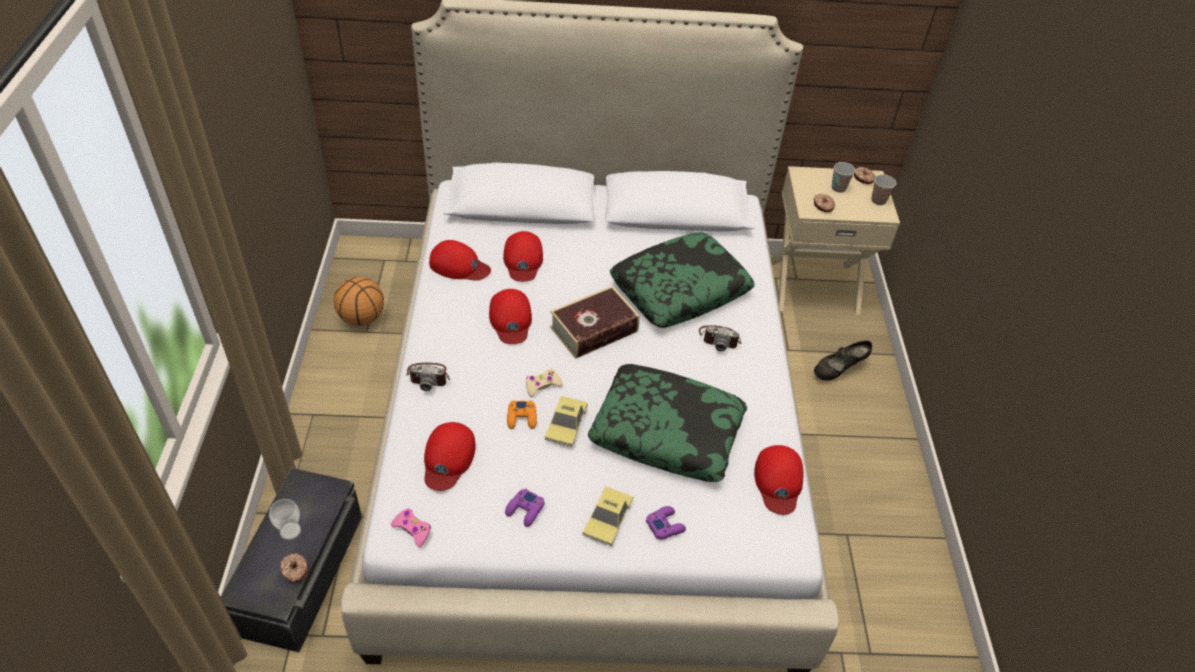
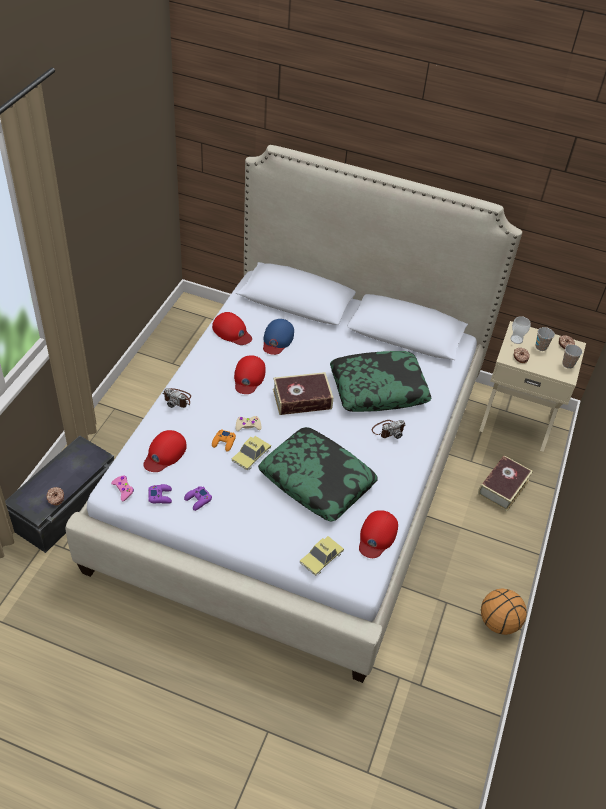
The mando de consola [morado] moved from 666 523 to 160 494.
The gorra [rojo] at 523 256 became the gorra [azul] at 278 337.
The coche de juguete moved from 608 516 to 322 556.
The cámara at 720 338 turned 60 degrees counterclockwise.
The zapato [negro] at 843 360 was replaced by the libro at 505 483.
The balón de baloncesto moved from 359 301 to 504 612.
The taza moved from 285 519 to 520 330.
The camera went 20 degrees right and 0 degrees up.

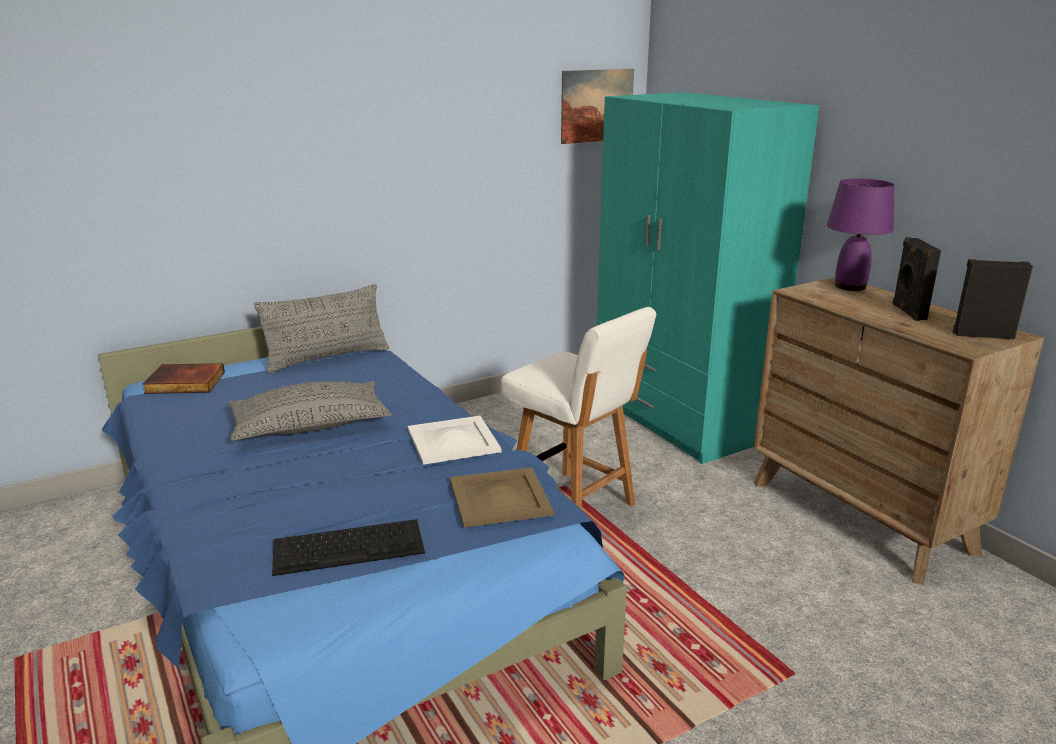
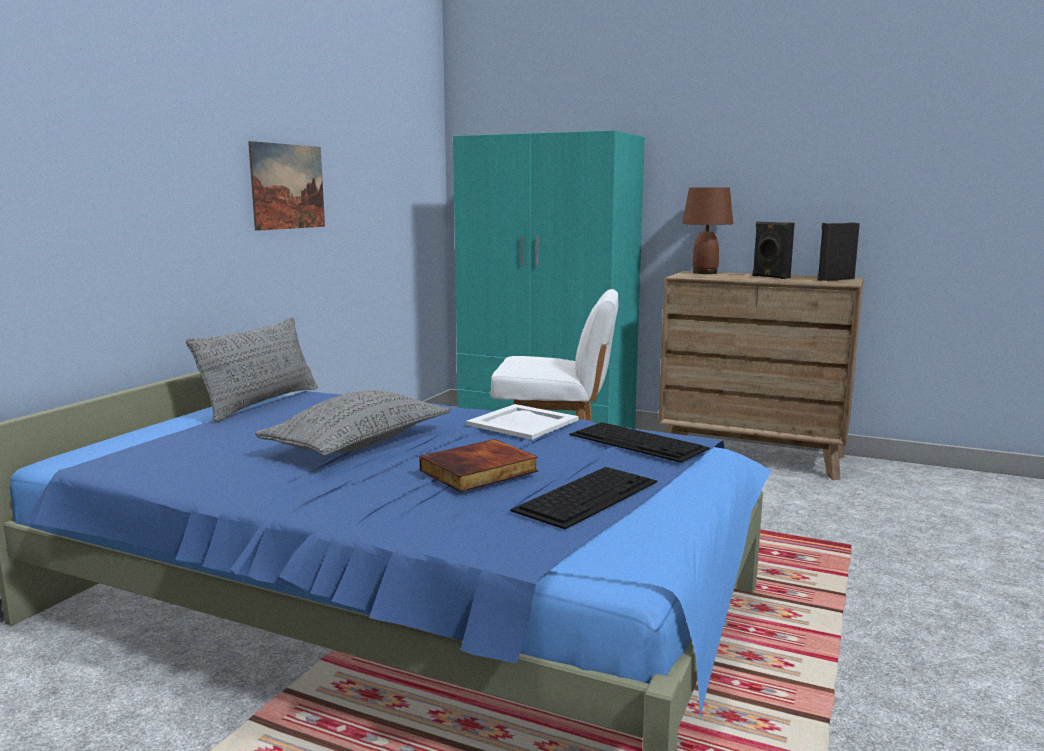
The cuadro moved from 597 106 to 286 186.
The libro moved from 184 378 to 478 465.
The bandeja [beis] at 502 497 was replaced by the teclado at 640 442.
The lámpara de mesa [morado] at 860 235 became the lámpara de mesa [marrón] at 707 230.
The camera went 35 degrees left and 10 degrees down.

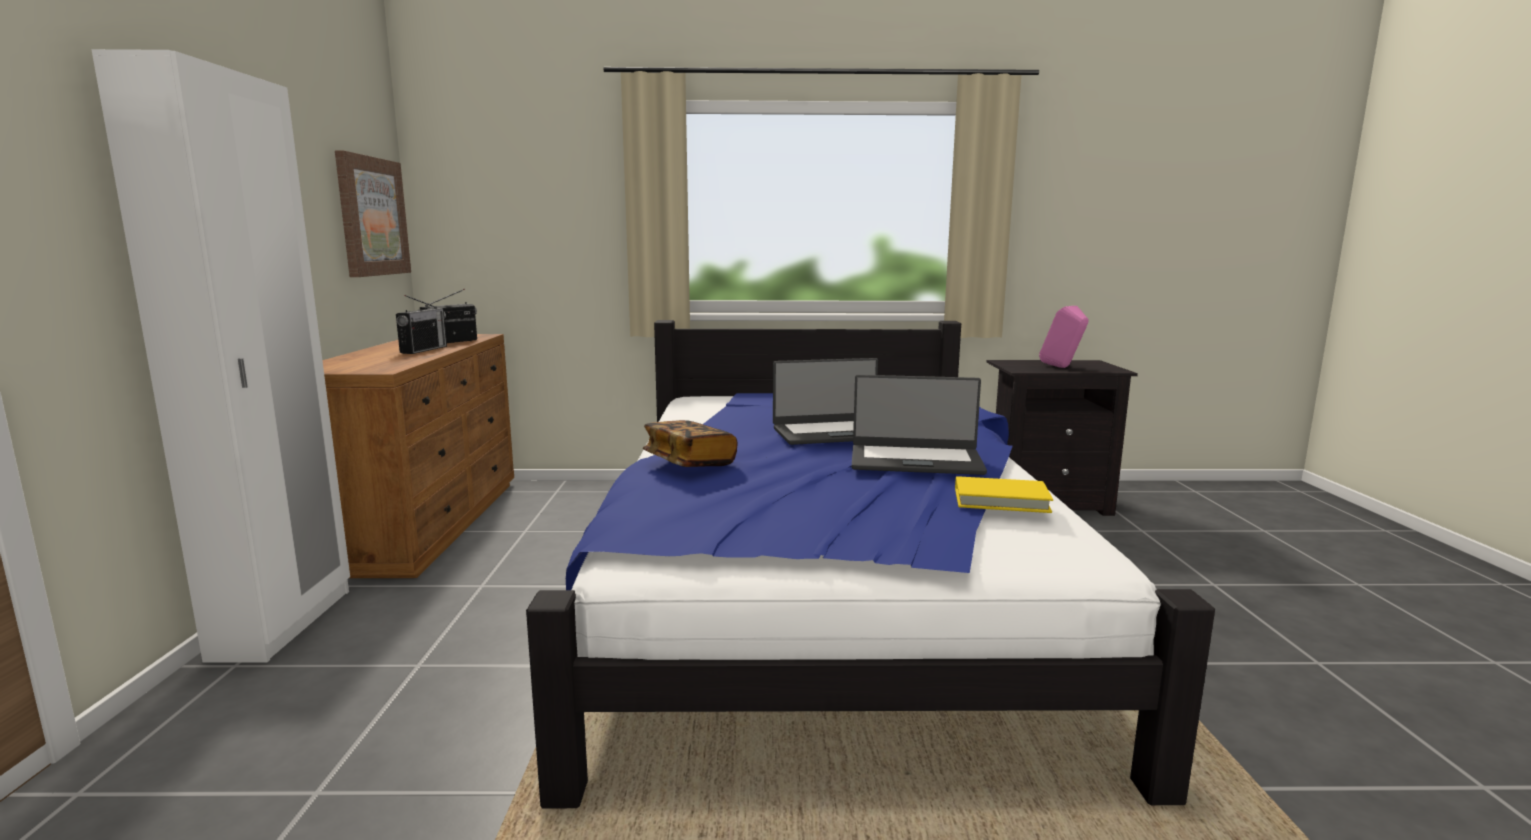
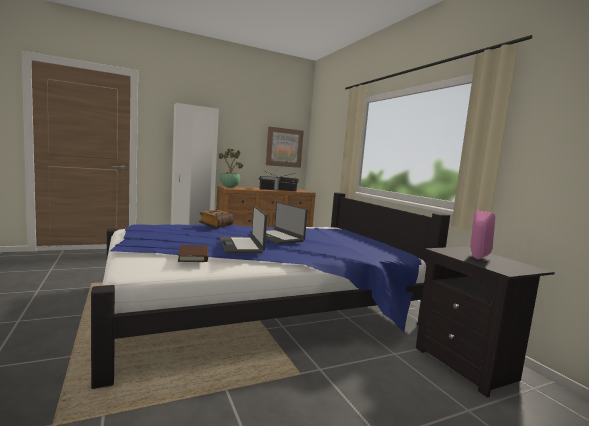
The libro [amarillo] at 1004 494 became the libro [marrón] at 193 253.
The planta en maceta at 231 168 appeared.
The camera went 65 degrees right and 5 degrees down.

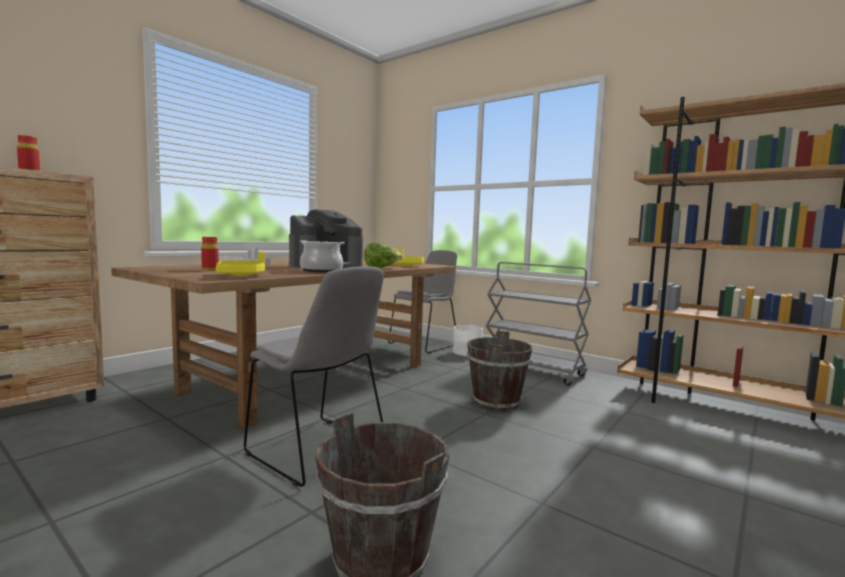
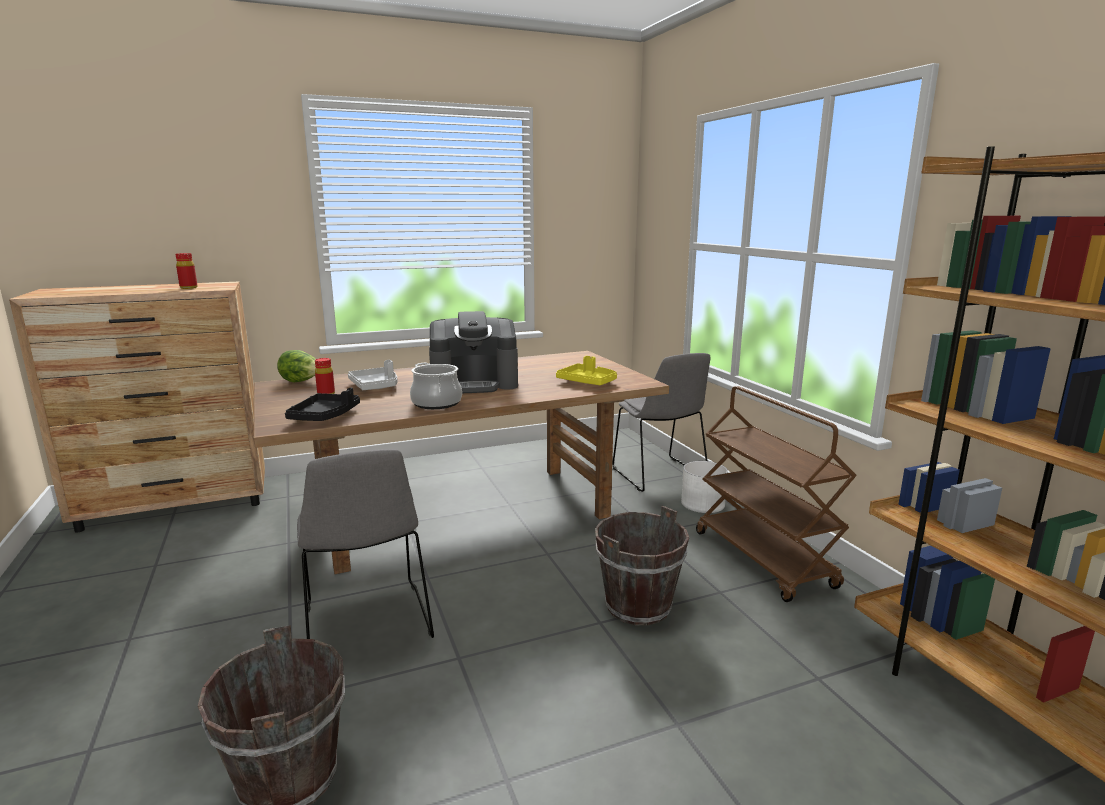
The lechuga moved from 383 255 to 296 366.
The bandeja [amarillo] at 240 264 became the bandeja [negro] at 322 404.
The silla [gris] at 422 301 turned 90 degrees clockwise.
The carrito [gris] at 538 323 became the carrito [marrón] at 776 494.
The camera went 30 degrees right and 10 degrees up.

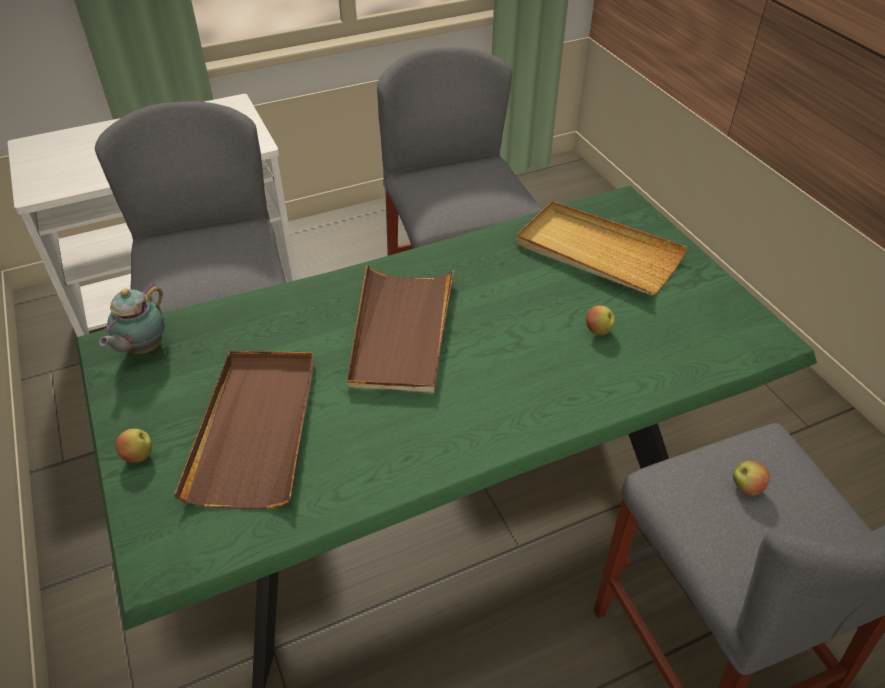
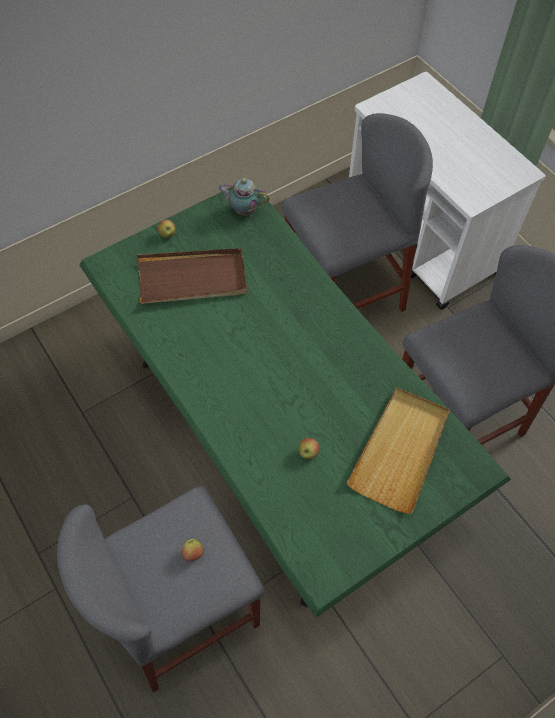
The bandeja [marrón] at 400 328 disappeared.
The camera went 80 degrees right and 15 degrees up.

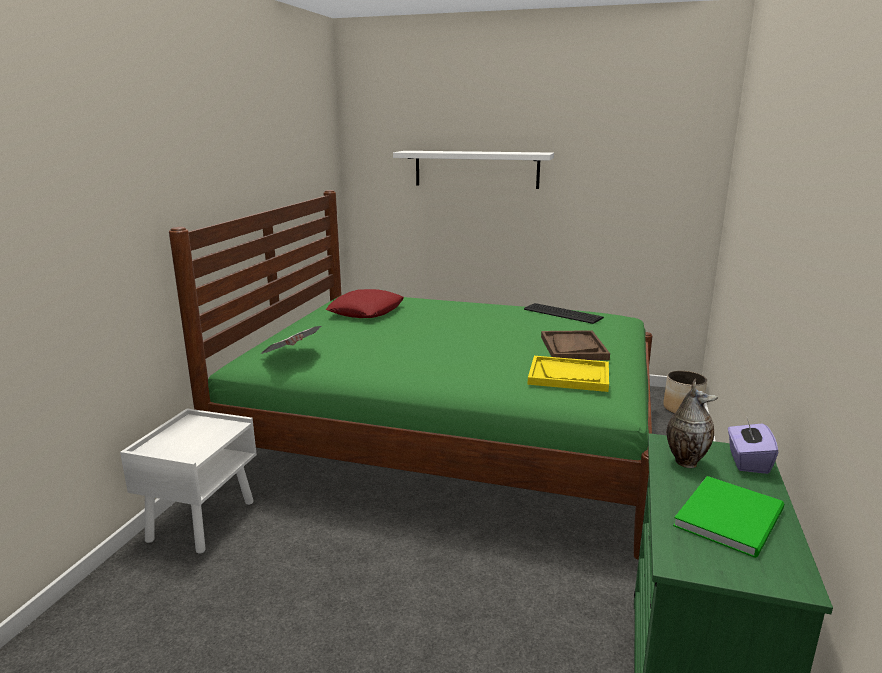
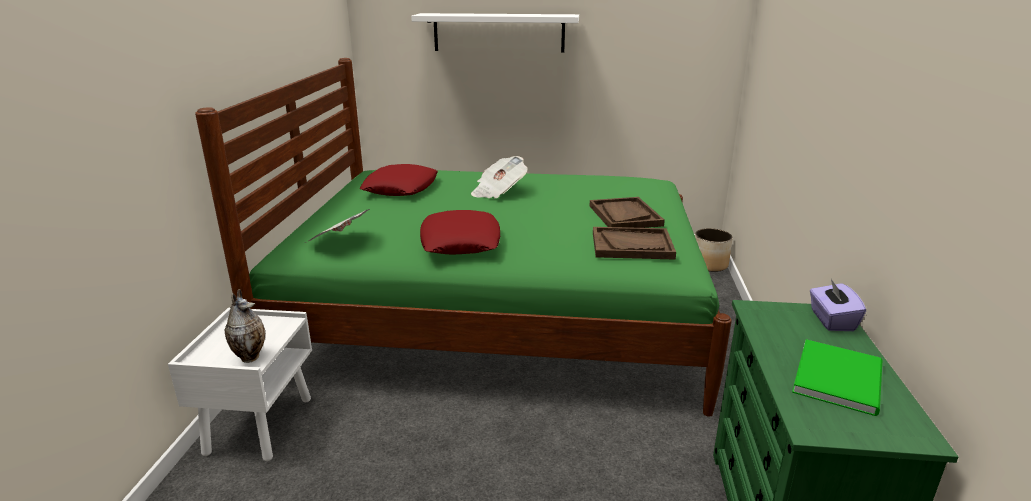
The florero moved from 692 423 to 245 326.
The cojín [rojo] at 460 232 appeared.
The periódico at 499 177 appeared.
The bandeja [amarillo] at 568 374 became the bandeja [marrón] at 634 243.
The teclado at 564 313 disappeared.
The camera went 10 degrees left and 5 degrees up.

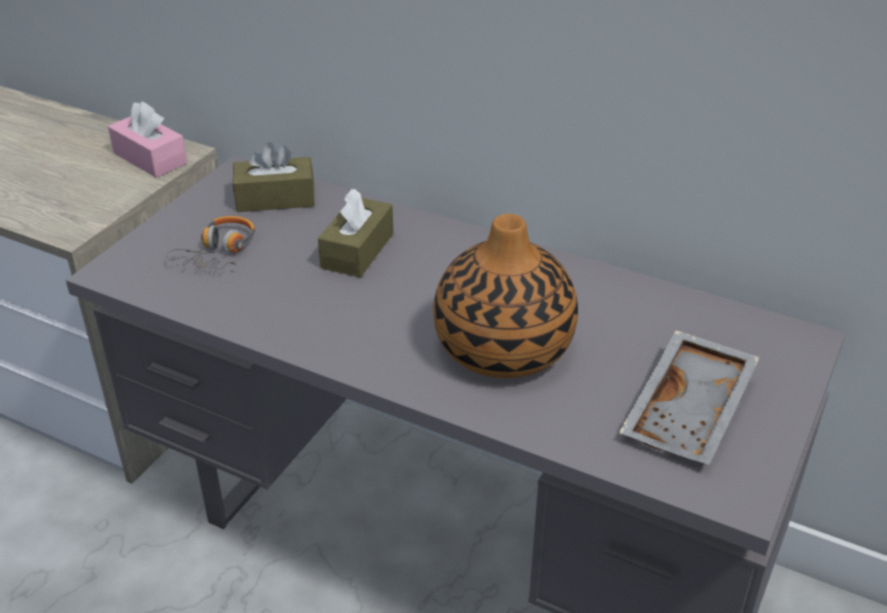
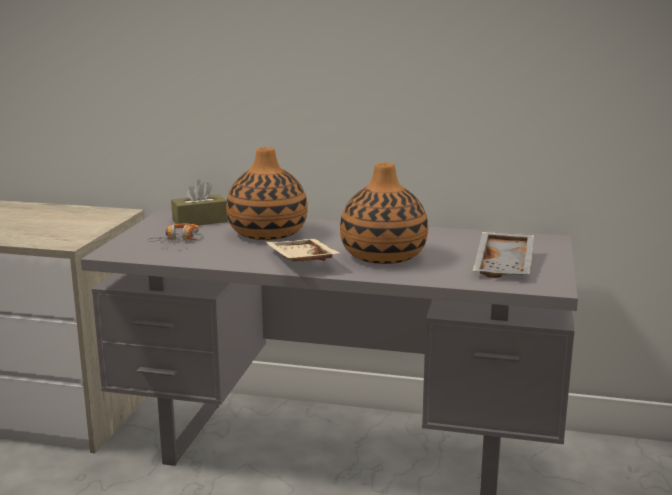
The caja de pañuelos [marrón] at 355 232 was replaced by the florero at 267 193.
The bandeja [beis] at 303 250 appeared.
The caja de pañuelos [rosa] at 147 139 disappeared.
The camera went 15 degrees left and 20 degrees down.

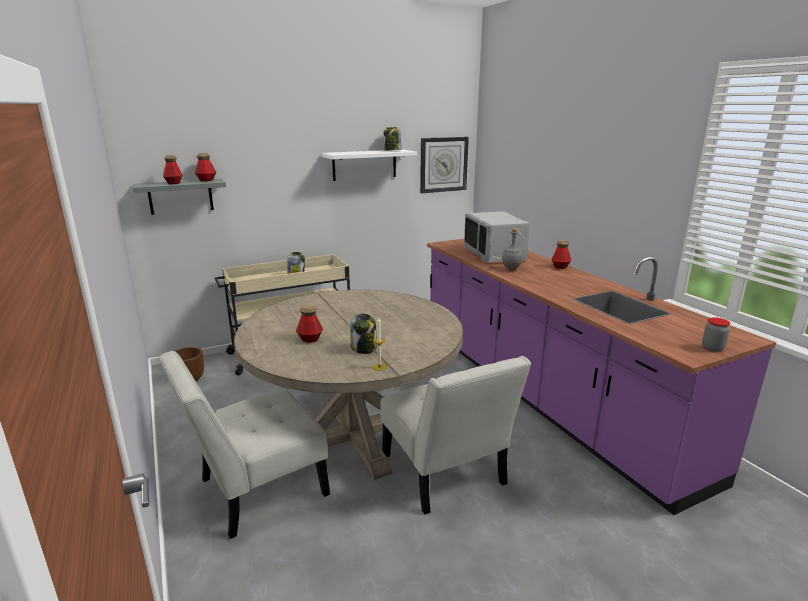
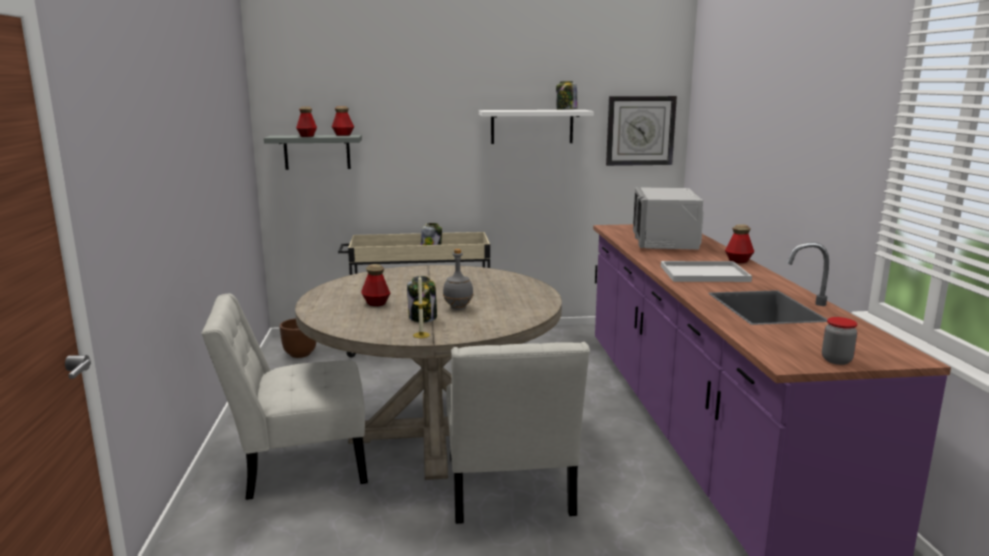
The botella [gris] moved from 512 250 to 458 279.
The bandeja [blanco] at 706 271 appeared.
The camera went 20 degrees right and 5 degrees down.

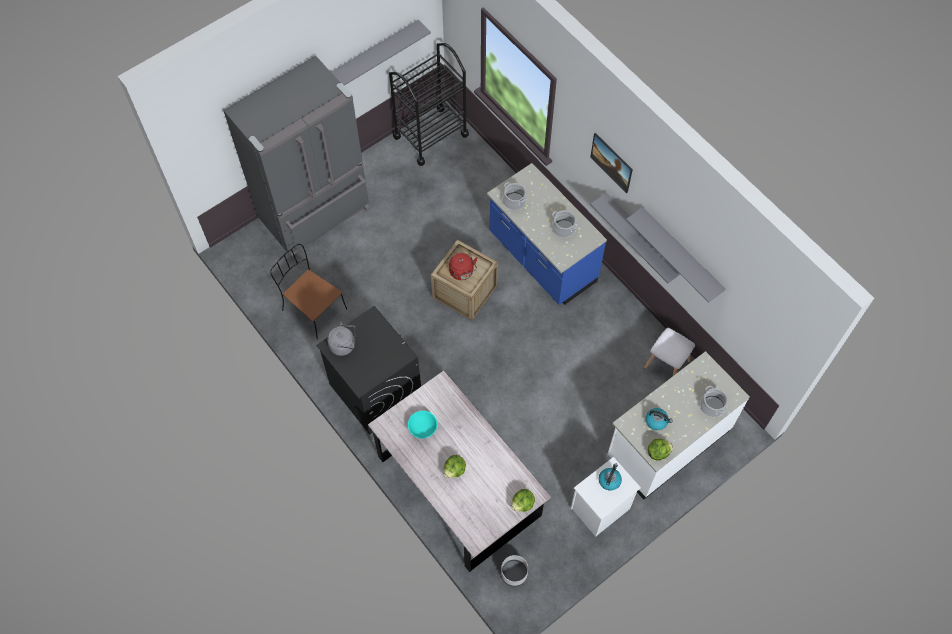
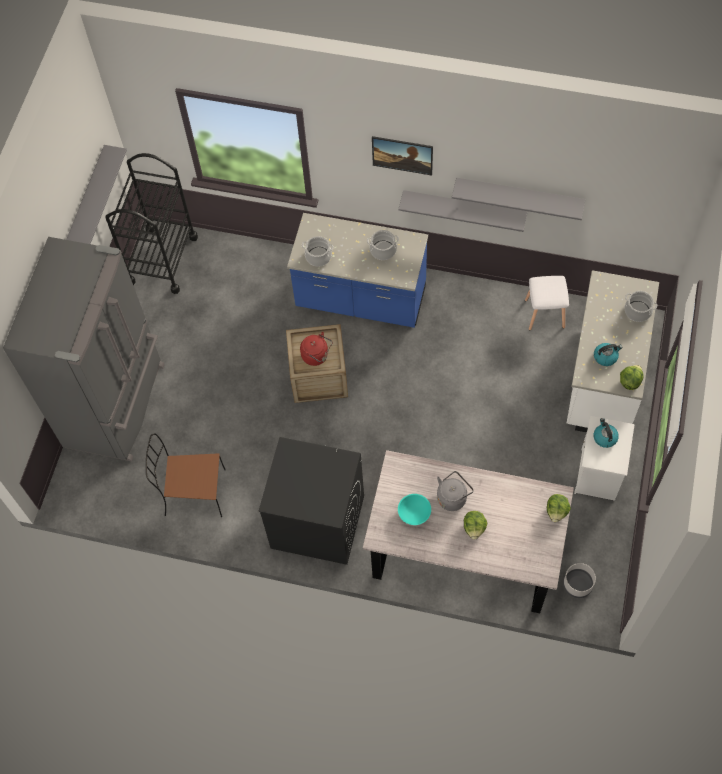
The hervidor [gris] moved from 341 338 to 455 491.
The camera went 35 degrees left and 0 degrees up.

